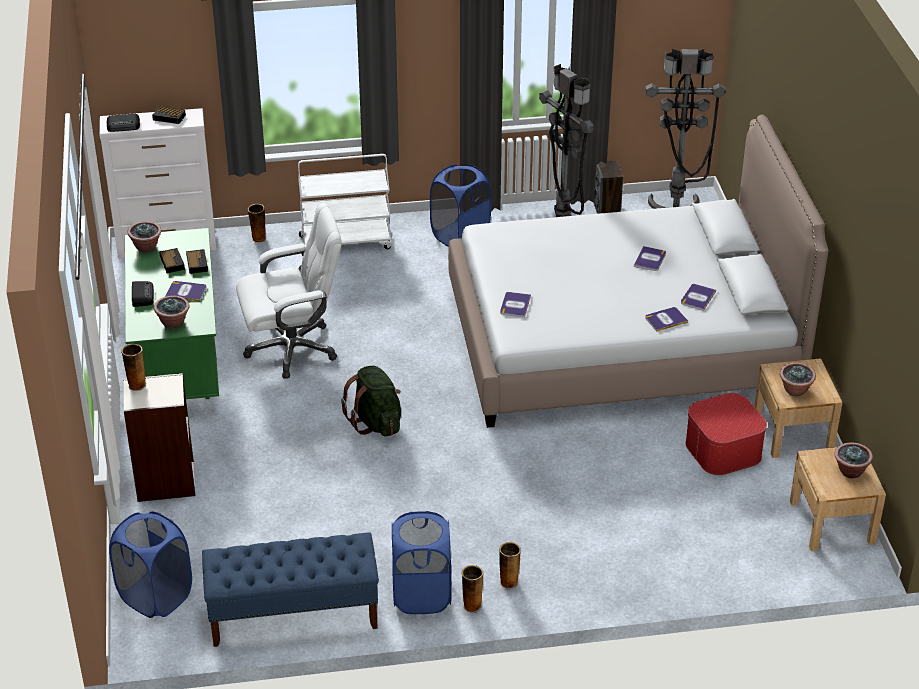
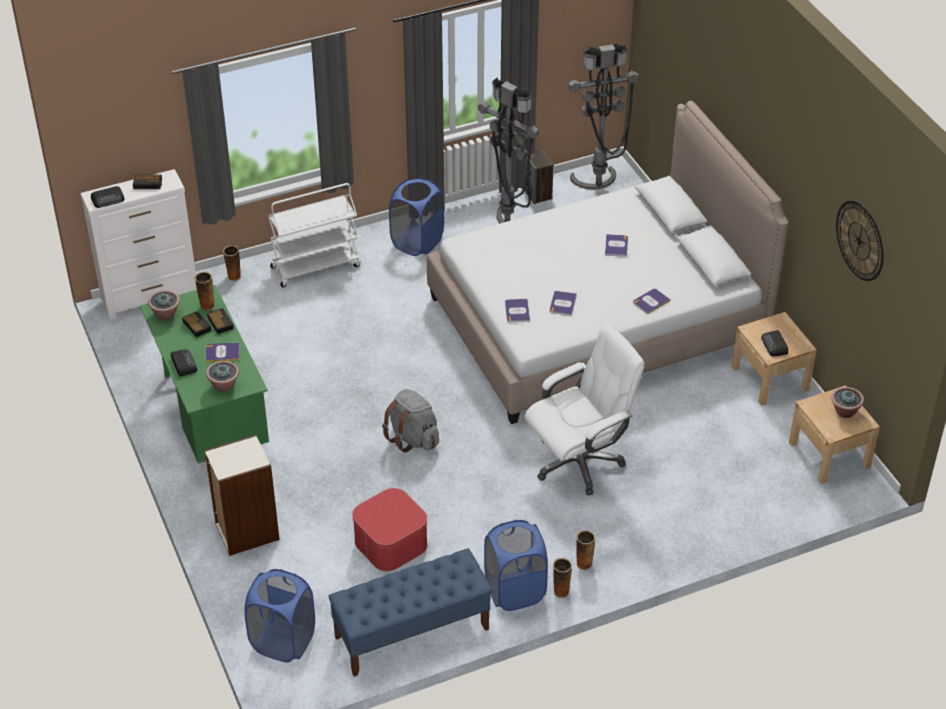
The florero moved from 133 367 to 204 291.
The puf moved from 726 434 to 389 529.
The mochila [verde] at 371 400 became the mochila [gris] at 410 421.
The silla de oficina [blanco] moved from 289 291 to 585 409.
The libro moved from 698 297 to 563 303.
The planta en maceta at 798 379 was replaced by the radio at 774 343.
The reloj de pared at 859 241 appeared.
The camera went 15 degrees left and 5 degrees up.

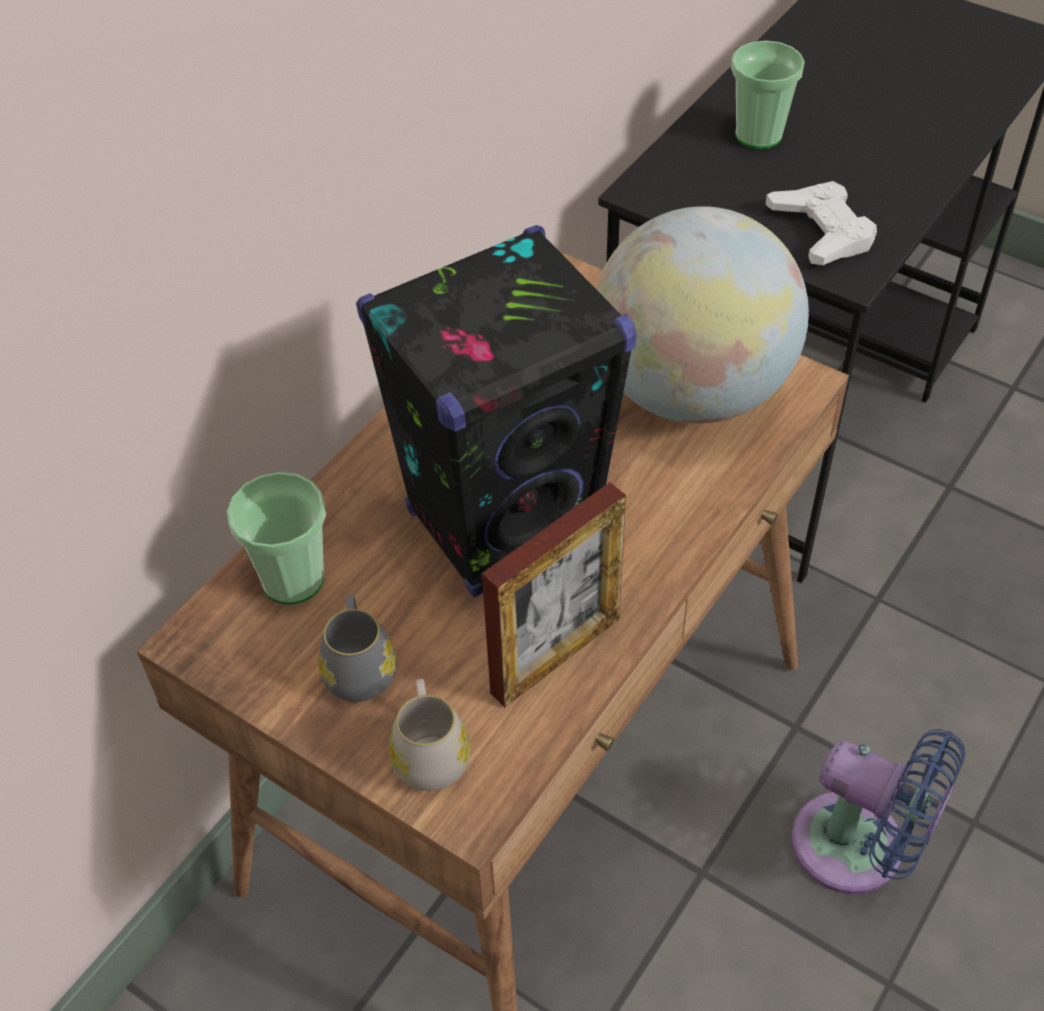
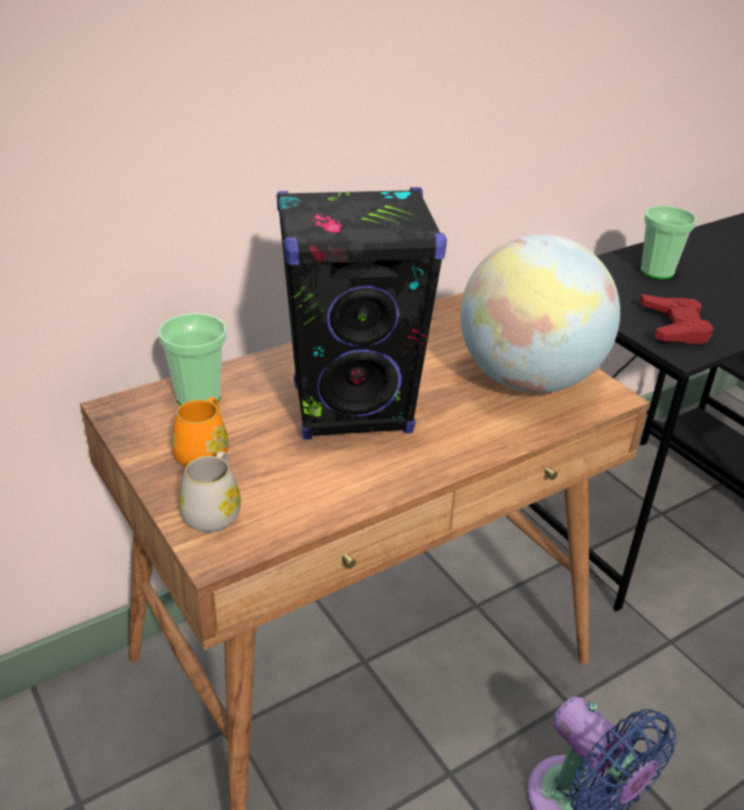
The taza grande [gris] at 357 648 became the taza grande [naranja] at 200 432.
The mando de consola [blanco] at 821 223 became the mando de consola [rojo] at 677 319.
The portarretratos at 554 594 disappeared.
The camera went 20 degrees right and 15 degrees down.

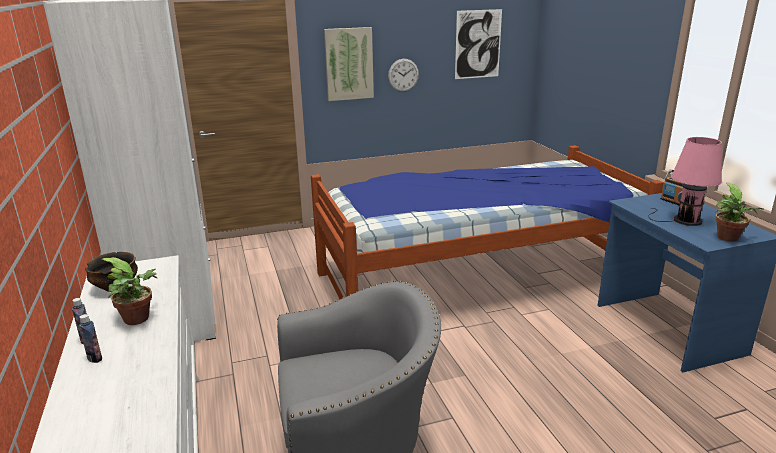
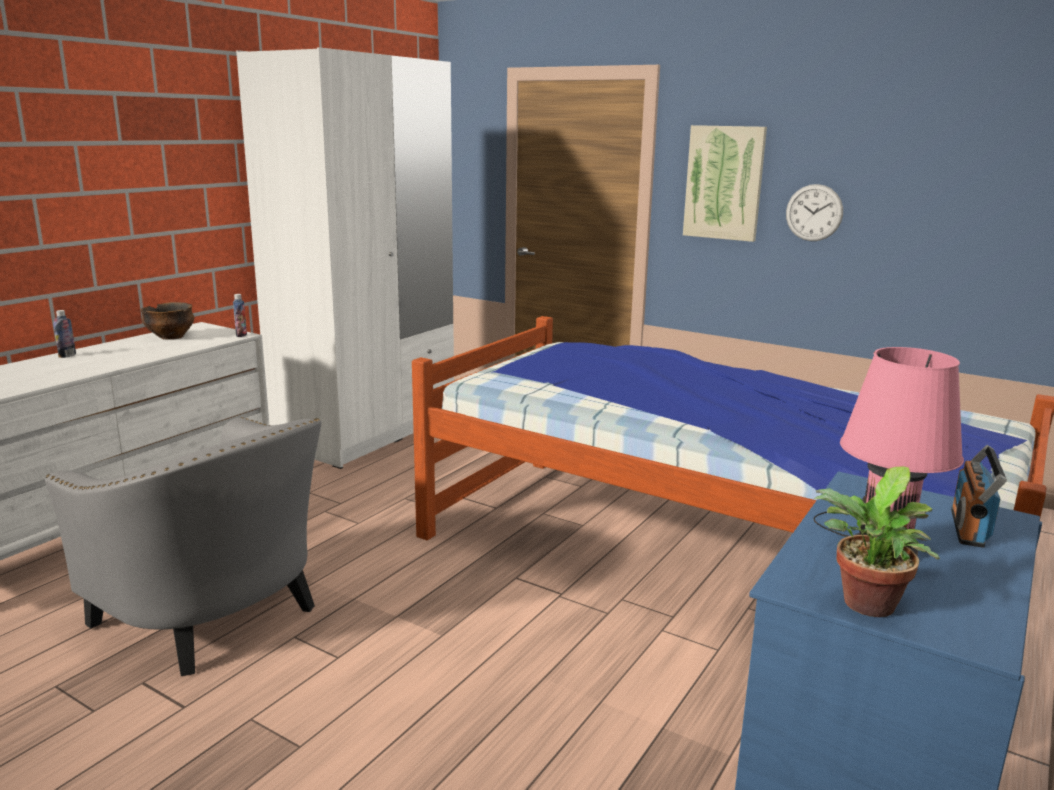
The botella moved from 90 338 to 240 315.
The planta en maceta at 129 291 disappeared.
The cuadro at 478 44 disappeared.
The camera went 50 degrees right and 5 degrees down.

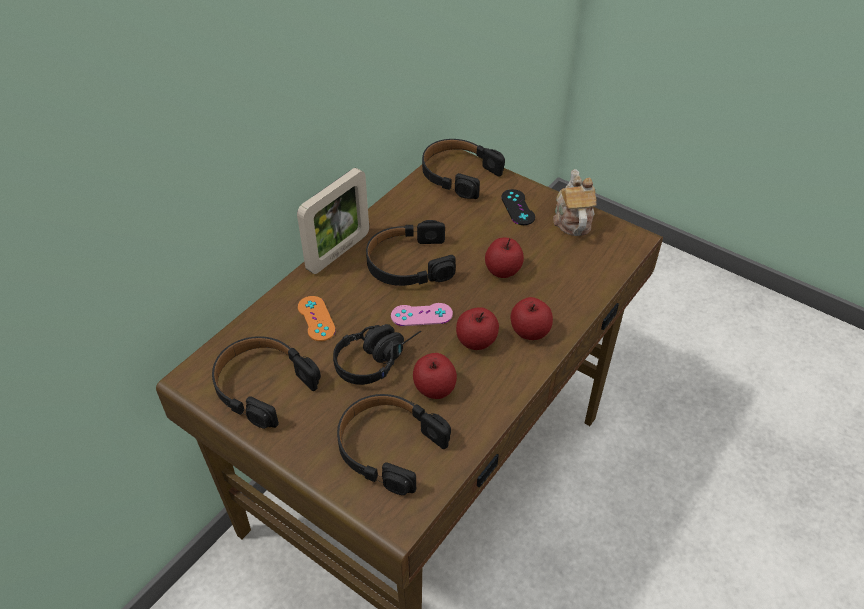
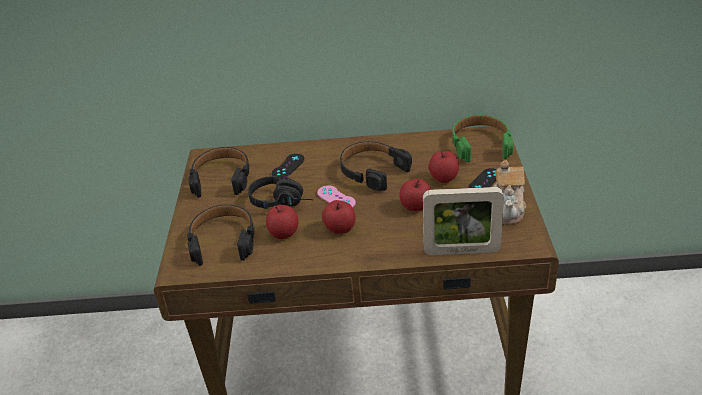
The mando de consola [naranja] at 317 318 became the mando de consola [negro] at 288 166.
The portarretratos moved from 333 221 to 463 221.
The manzana moved from 532 318 to 444 167.
The auriculares [negro] at 463 169 became the auriculares [verde] at 482 138.
The tetera at 575 202 turned 135 degrees clockwise.
The camera went 55 degrees right and 10 degrees down.

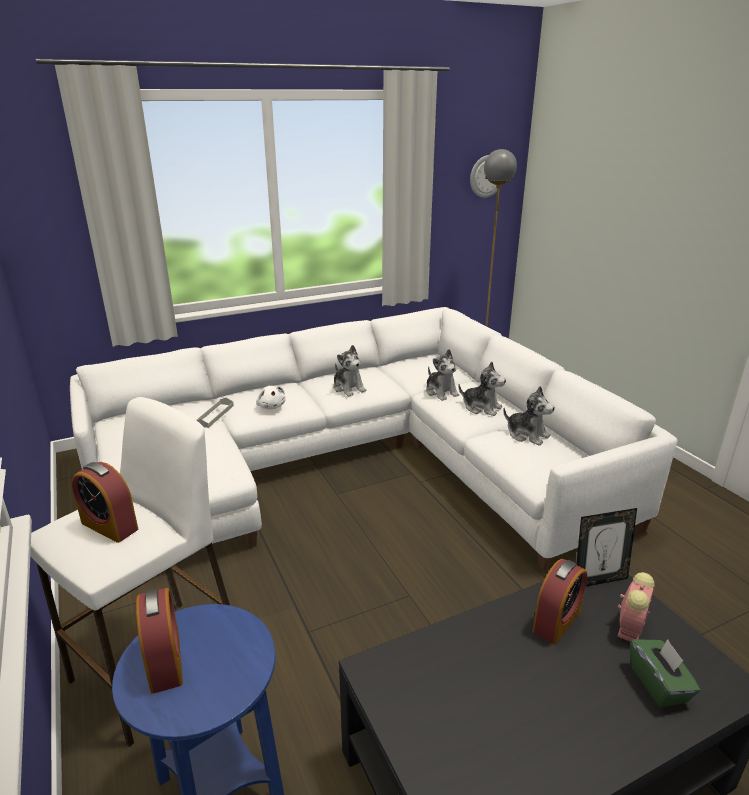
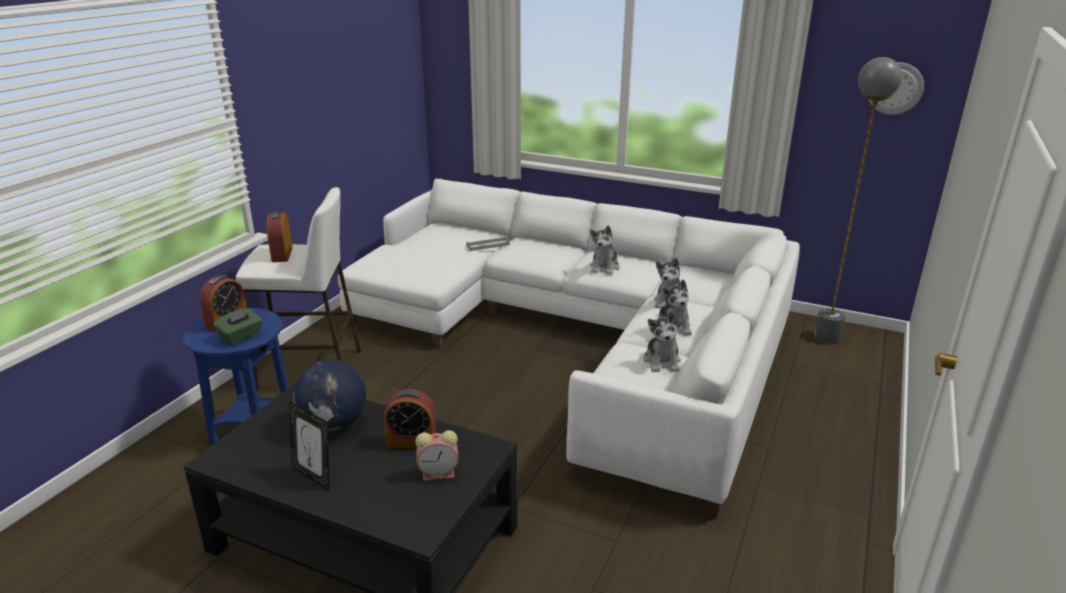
The caja de pañuelos [verde] moved from 665 673 to 238 326.
The portarretratos moved from 607 547 to 309 446.
The globo terráqueo at 329 395 appeared.
The peluche [blanco] at 271 398 disappeared.
The camera went 50 degrees right and 0 degrees up.

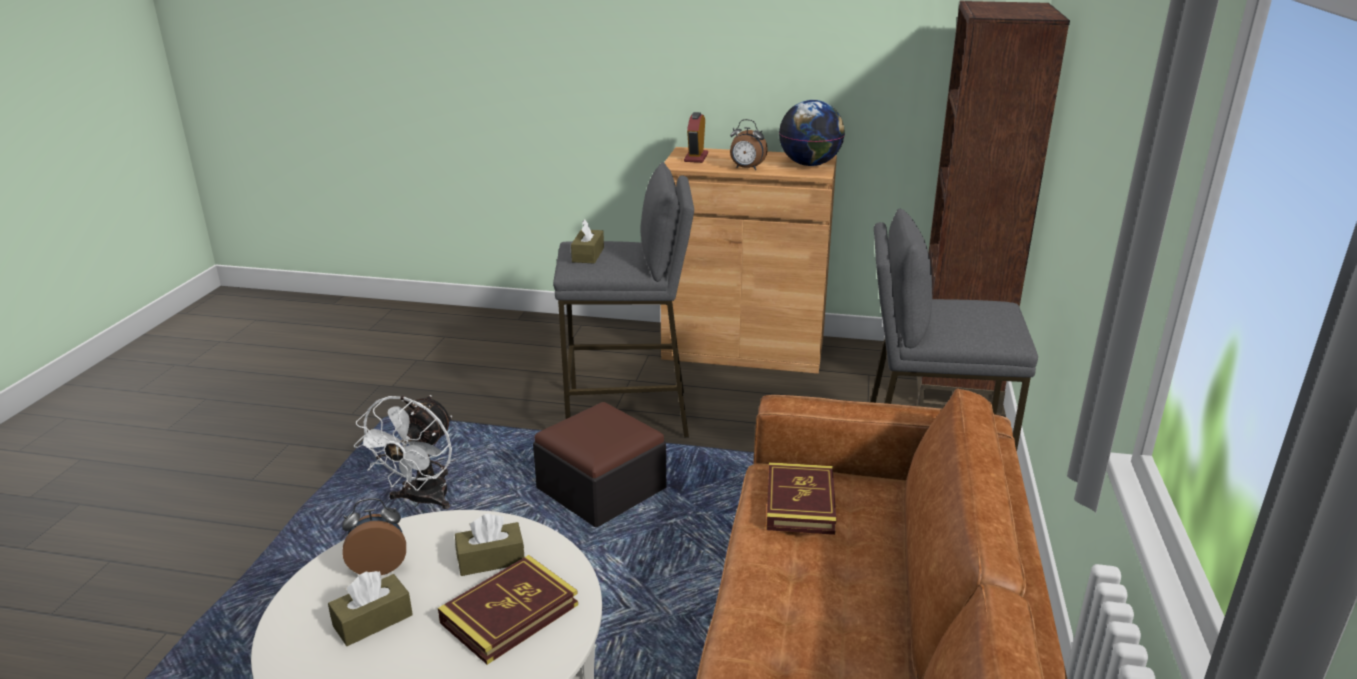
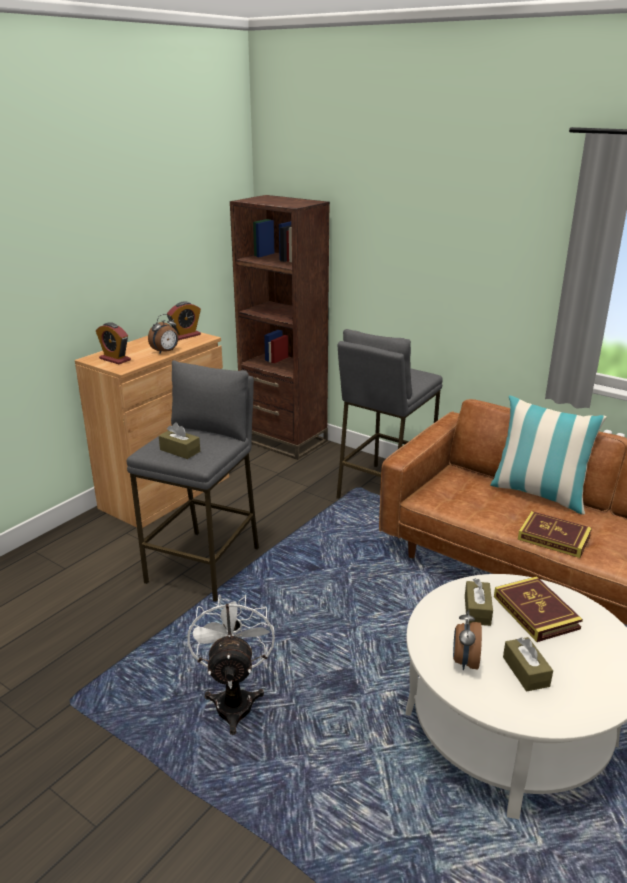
The globo terráqueo at 812 133 was replaced by the despertador at 184 321.
The ventilador [blanco] at 403 452 turned 135 degrees counterclockwise.
The cojín at 548 455 appeared.
The libro moved from 801 498 to 555 534.
The puf at 599 464 disappeared.
The camera went 65 degrees left and 0 degrees up.

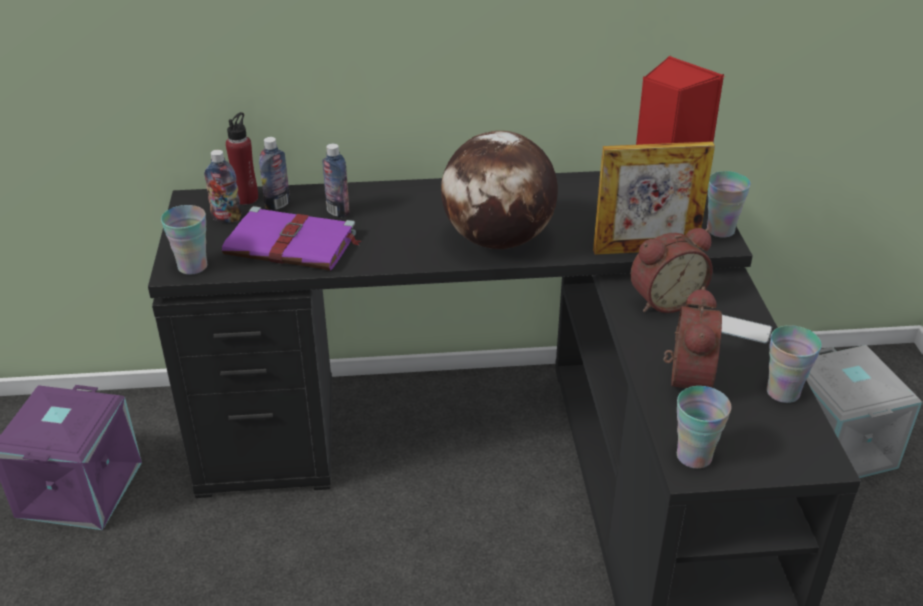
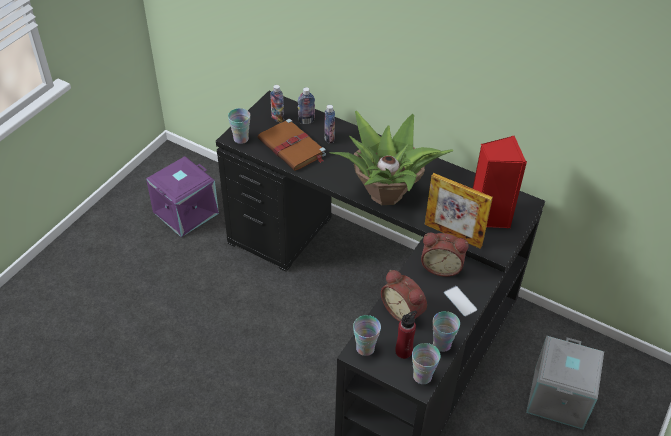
The libro [morado] at 291 238 became the libro [marrón] at 292 145.
The globo terráqueo at 499 190 was replaced by the planta en maceta at 391 158.
The despertador at 692 337 turned 90 degrees clockwise.
The botella [rojo] moved from 242 158 to 406 335.
The taza moved from 729 204 to 426 363.
The camera went 35 degrees right and 10 degrees up.

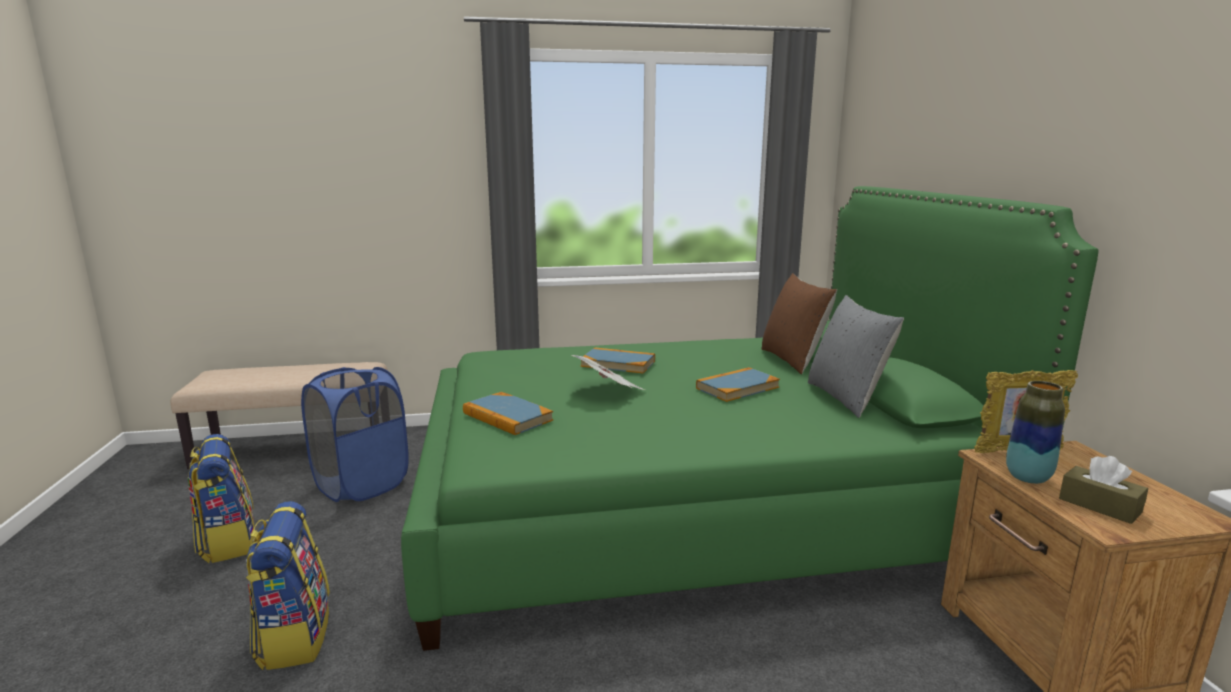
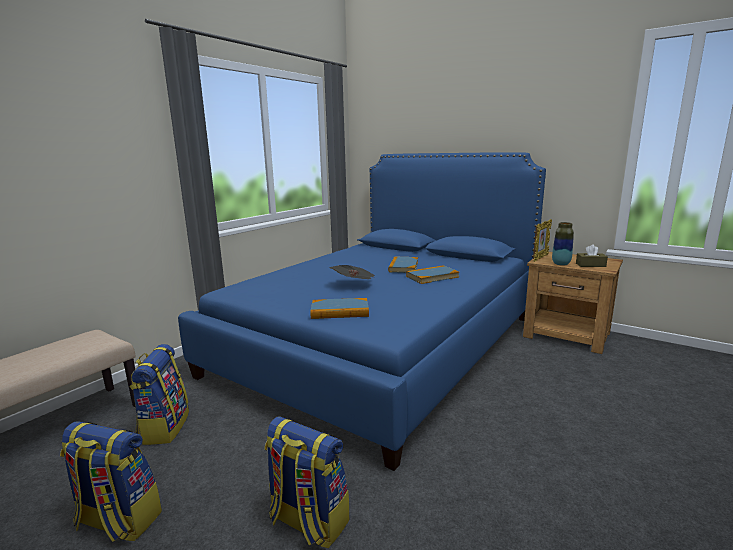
The cesto de la ropa [azul] at 355 434 was replaced by the mochila at 159 394.
The cama [verde] at 750 418 became the cama [azul] at 362 311.
The libro moved from 617 361 to 432 274.
The cojín [marrón] at 799 323 disappeared.
The cojín [gris] at 856 356 disappeared.
The camera went 45 degrees left and 0 degrees up.

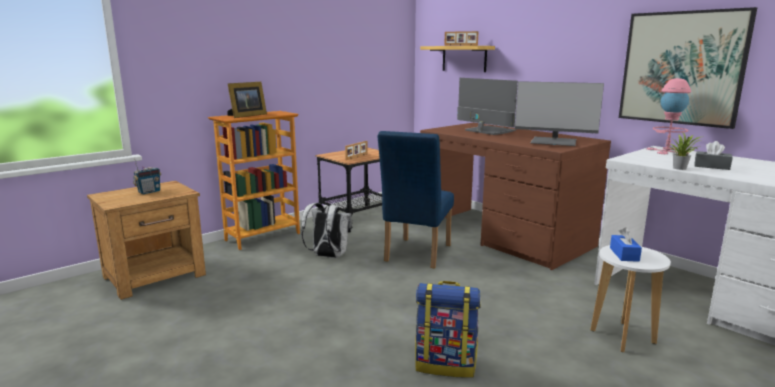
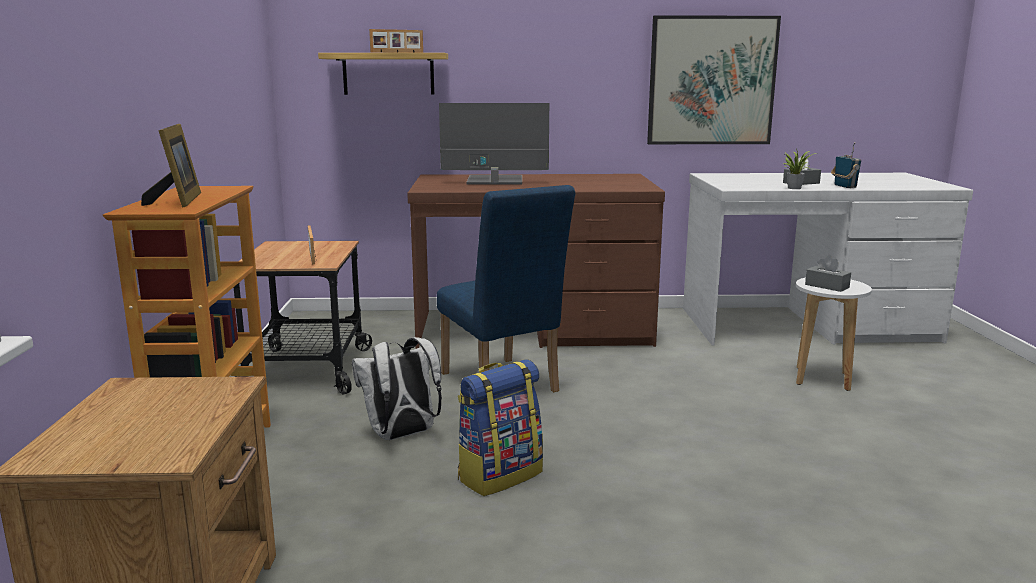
The mochila moved from 448 329 to 500 428.
The caja de pañuelos [azul] at 626 244 became the caja de pañuelos [gris] at 828 273.
The radio moved from 147 176 to 846 165.
The monitor at 559 113 disappeared.
The lámpara de mesa [rosa] at 668 116 disappeared.
The camera went 50 degrees left and 0 degrees up.

